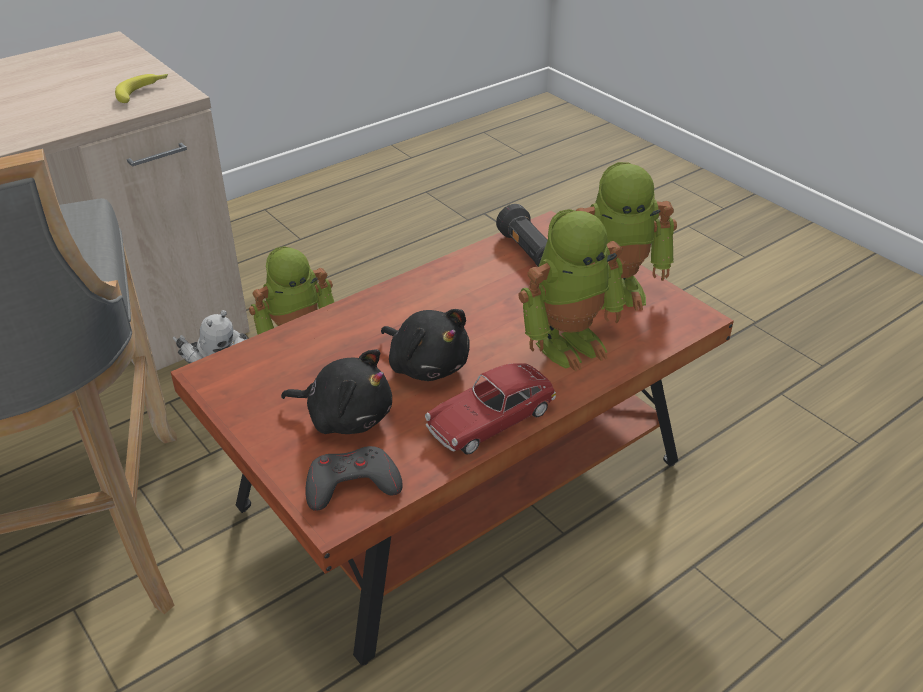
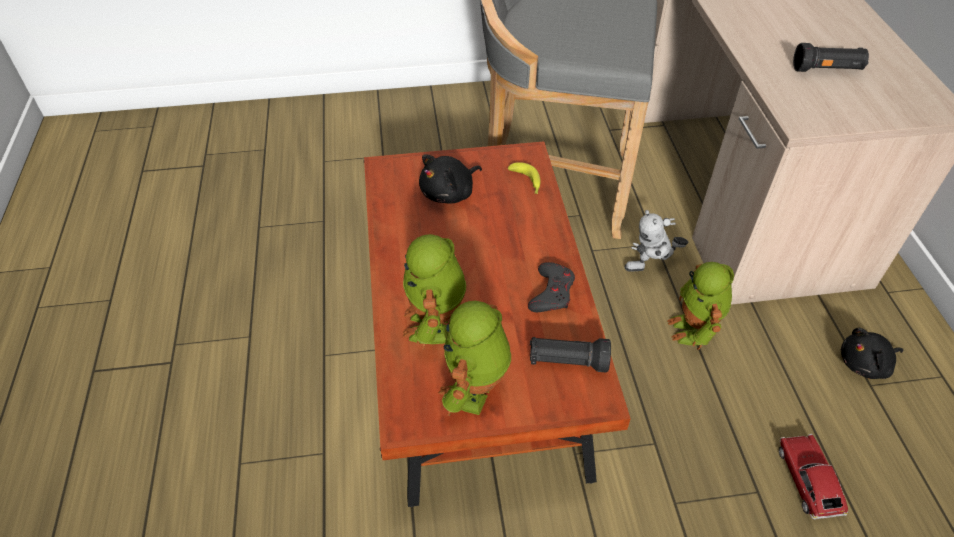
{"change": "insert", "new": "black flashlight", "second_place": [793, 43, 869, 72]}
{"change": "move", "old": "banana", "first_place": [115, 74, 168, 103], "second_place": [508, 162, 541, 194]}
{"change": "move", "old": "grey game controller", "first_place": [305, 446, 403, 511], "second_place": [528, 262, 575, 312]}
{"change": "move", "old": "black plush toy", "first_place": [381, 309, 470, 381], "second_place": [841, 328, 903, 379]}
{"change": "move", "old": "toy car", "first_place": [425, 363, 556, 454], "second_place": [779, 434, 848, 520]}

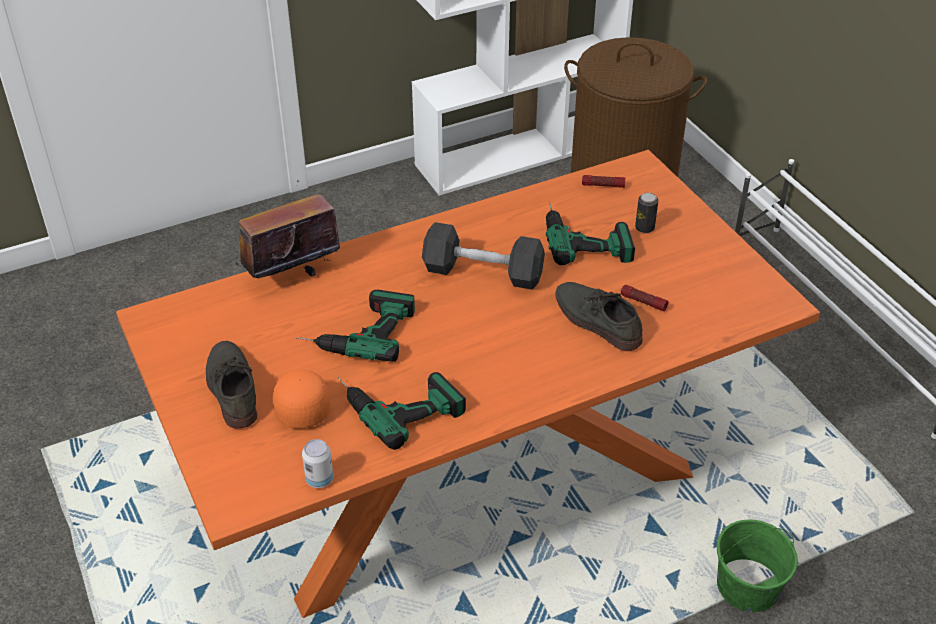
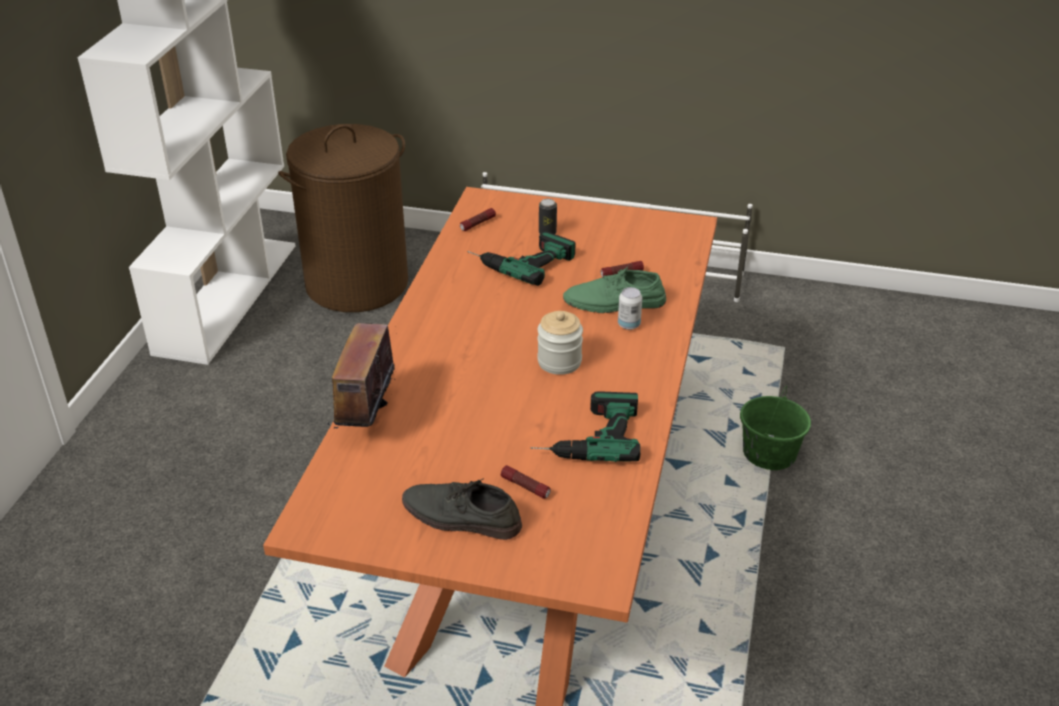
{"change": "delete", "old": "power drill", "first_place": [296, 290, 415, 362]}
{"change": "delete", "old": "grey dumbbell", "first_place": [422, 222, 545, 290]}
{"change": "insert", "new": "jar", "second_place": [537, 311, 583, 375]}
{"change": "move", "old": "can", "first_place": [302, 439, 333, 488], "second_place": [618, 287, 642, 330]}
{"change": "replace", "old": "orange cap", "new": "flashlight", "first_place": [273, 370, 331, 428], "second_place": [501, 465, 551, 499]}
{"change": "recolor", "old": "grey shoe", "new": "green shoe", "first_place": [556, 282, 643, 351], "second_place": [563, 267, 666, 313]}

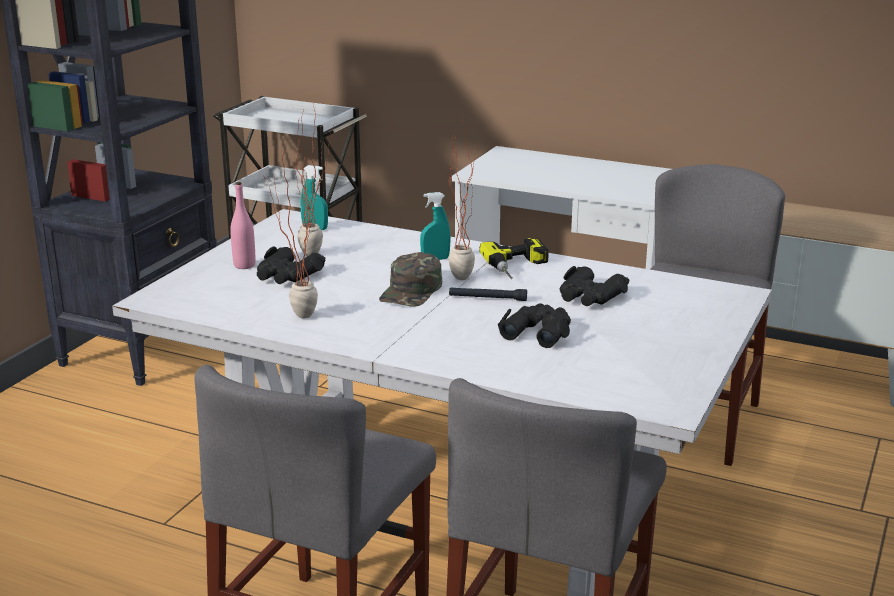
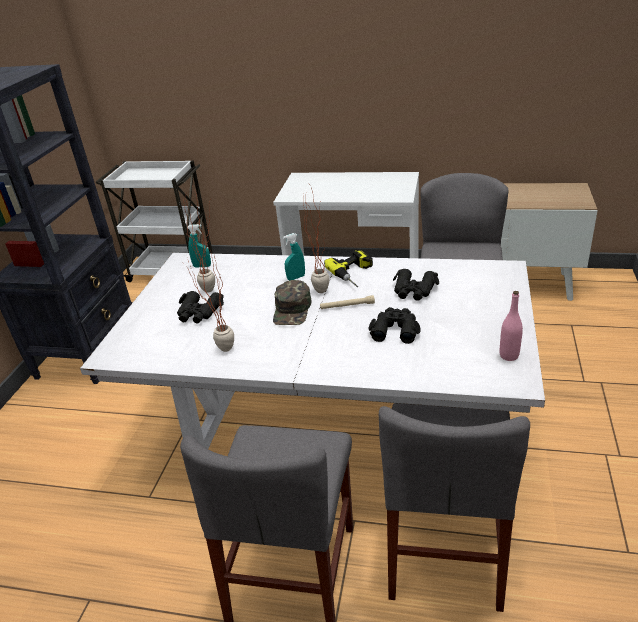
{"change": "move", "old": "pink bottle", "first_place": [230, 182, 256, 269], "second_place": [500, 291, 523, 361]}
{"change": "recolor", "old": "black flashlight", "new": "beige flashlight", "first_place": [449, 288, 527, 301], "second_place": [320, 295, 375, 309]}

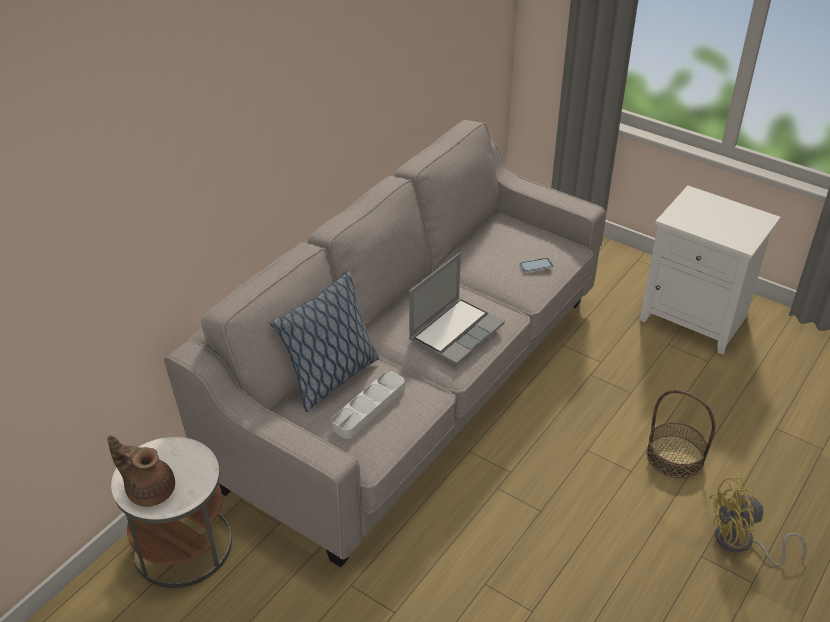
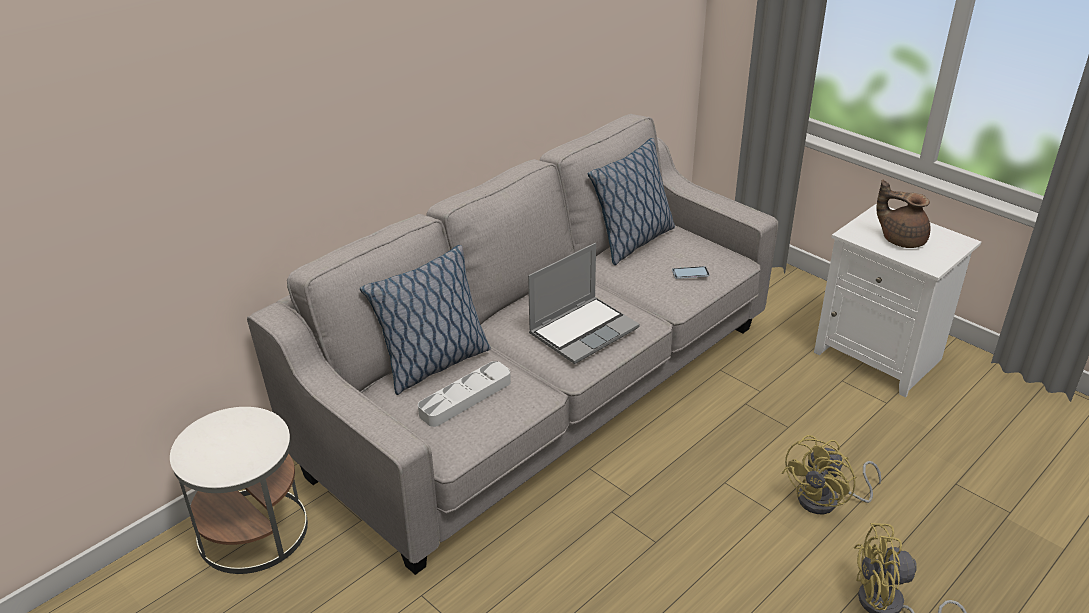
{"change": "insert", "new": "pillow", "second_place": [588, 138, 675, 265]}
{"change": "move", "old": "brown teapot", "first_place": [107, 435, 175, 507], "second_place": [876, 180, 930, 248]}
{"change": "replace", "old": "basket", "new": "yellow fan", "first_place": [646, 390, 715, 478], "second_place": [782, 435, 881, 514]}

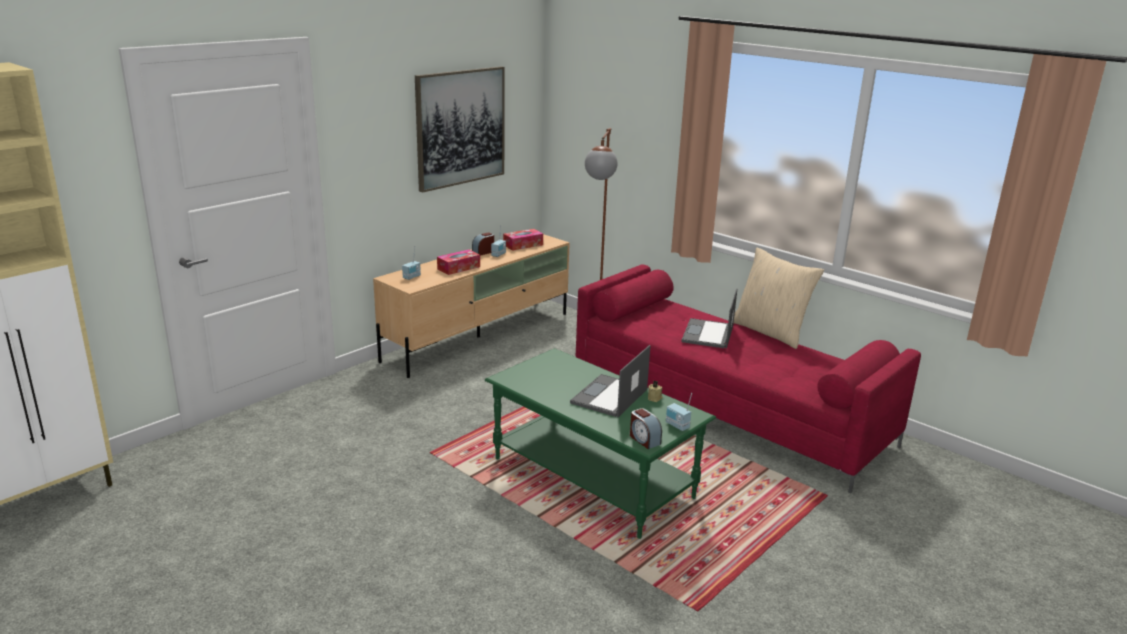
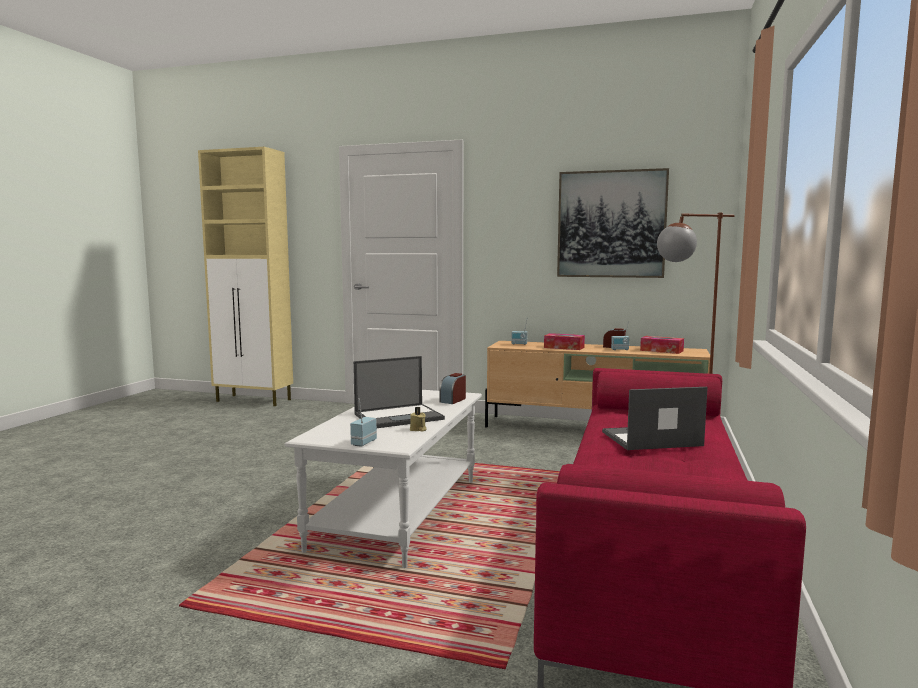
{"change": "delete", "old": "beige pillow", "first_place": [734, 247, 824, 349]}
{"change": "move", "old": "alarm clock", "first_place": [630, 408, 662, 449], "second_place": [439, 373, 466, 404]}
{"change": "recolor", "old": "green coffee table", "new": "white coffee table", "first_place": [485, 348, 716, 539], "second_place": [285, 390, 482, 568]}
{"change": "rotate", "old": "laptop", "first_place": [570, 345, 650, 418], "second_place": [353, 356, 445, 428], "degrees": 150}

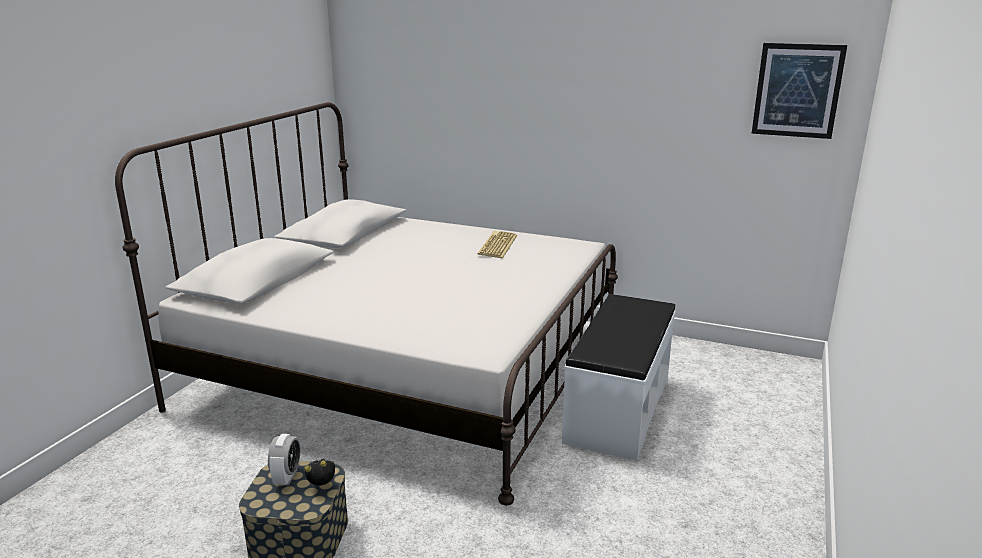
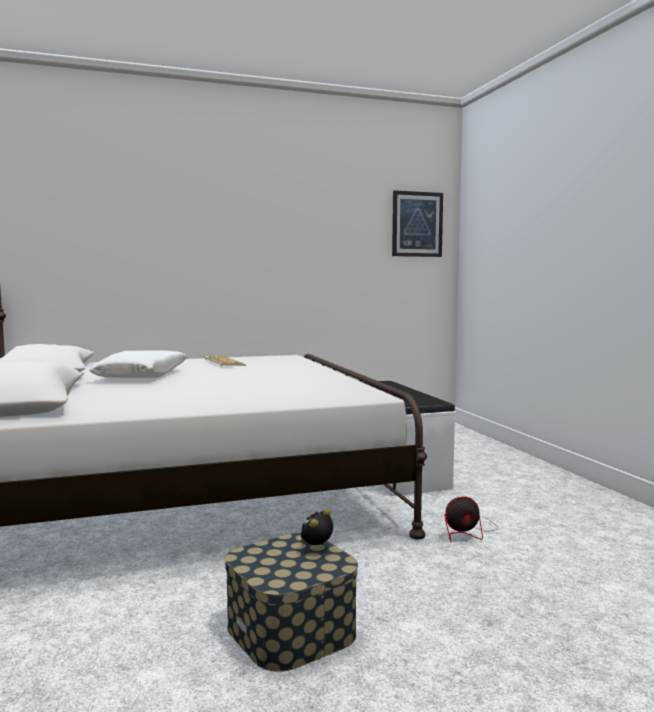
{"change": "delete", "old": "alarm clock", "first_place": [268, 434, 300, 486]}
{"change": "insert", "new": "white pillow", "second_place": [89, 350, 188, 378]}
{"change": "insert", "new": "fan", "second_place": [444, 497, 498, 543]}

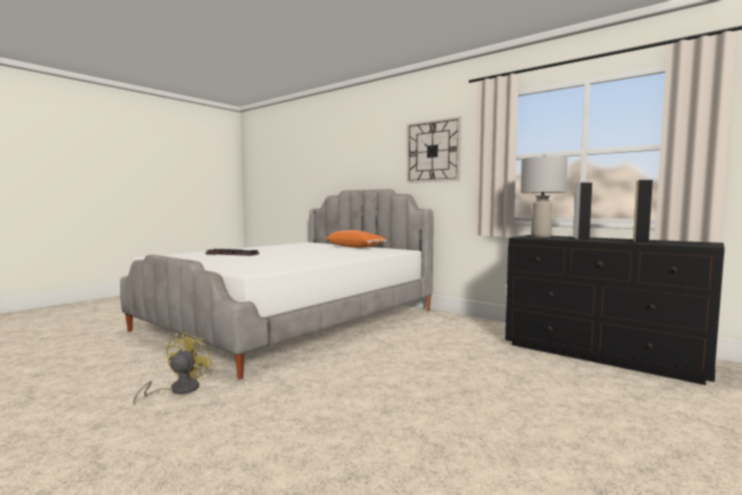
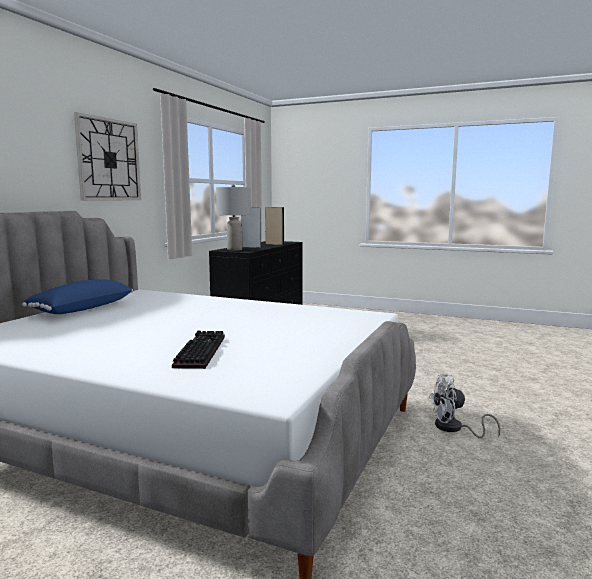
{"change": "recolor", "old": "yellow fan", "new": "white fan", "first_place": [133, 331, 212, 405], "second_place": [429, 374, 500, 438]}
{"change": "recolor", "old": "orange pillow", "new": "blue pillow", "first_place": [326, 230, 386, 248], "second_place": [22, 280, 133, 314]}

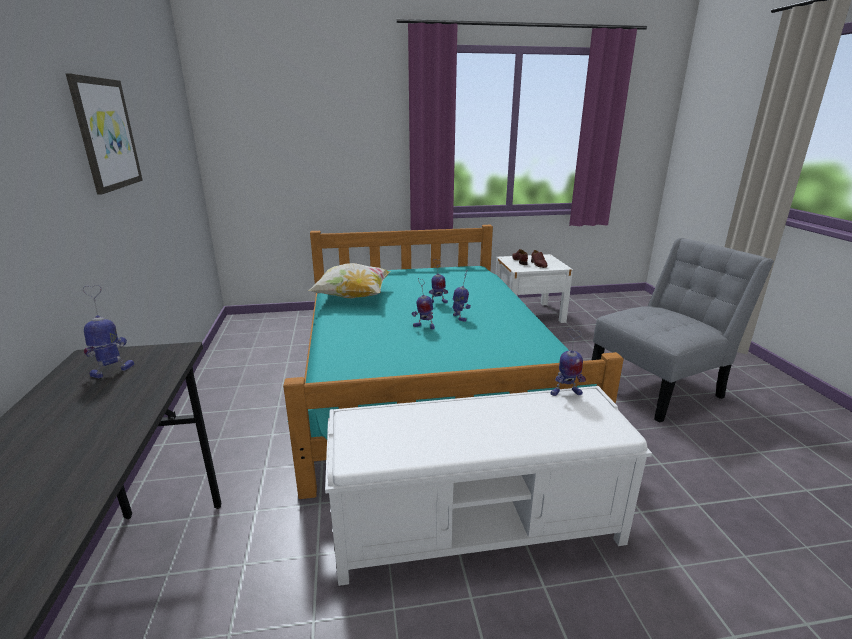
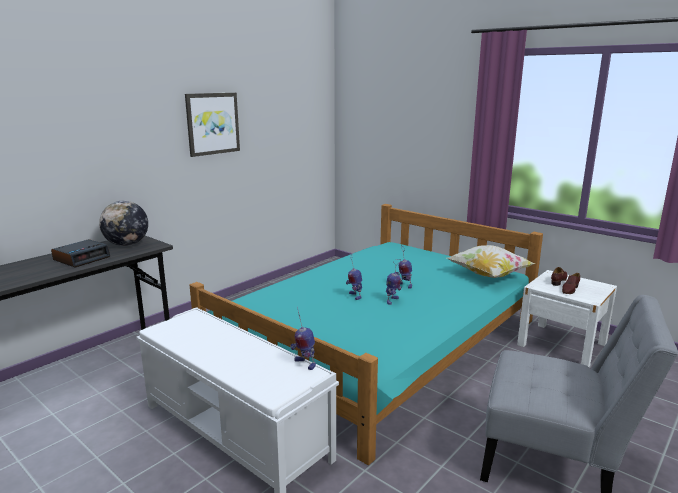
{"change": "insert", "new": "alarm clock", "second_place": [51, 239, 110, 268]}
{"change": "move", "old": "pillow", "first_place": [308, 263, 391, 299], "second_place": [447, 245, 535, 278]}
{"change": "replace", "old": "toy robot", "new": "globe", "first_place": [83, 285, 134, 378], "second_place": [99, 201, 148, 246]}

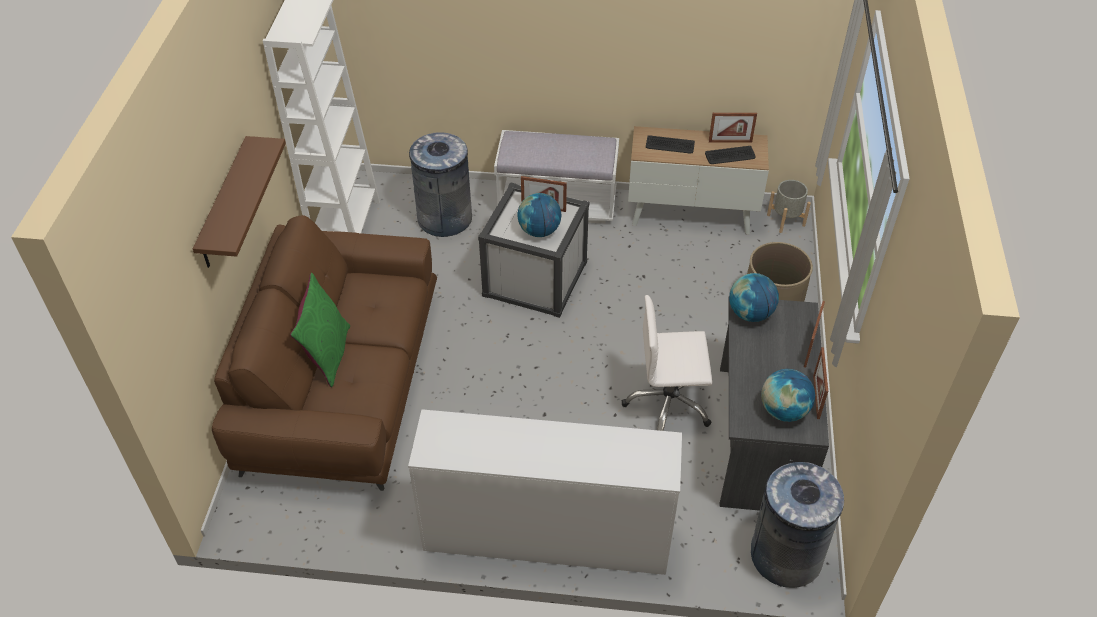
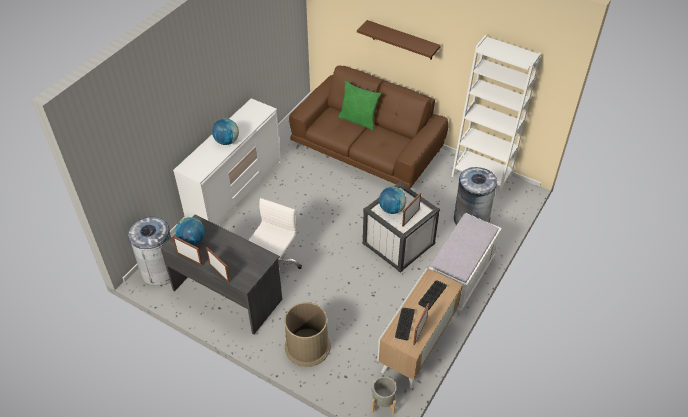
{"change": "move", "old": "globe", "first_place": [729, 273, 779, 322], "second_place": [212, 118, 239, 145]}

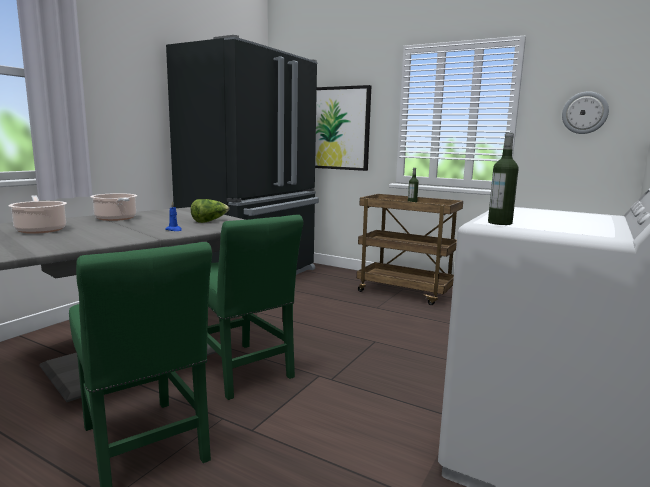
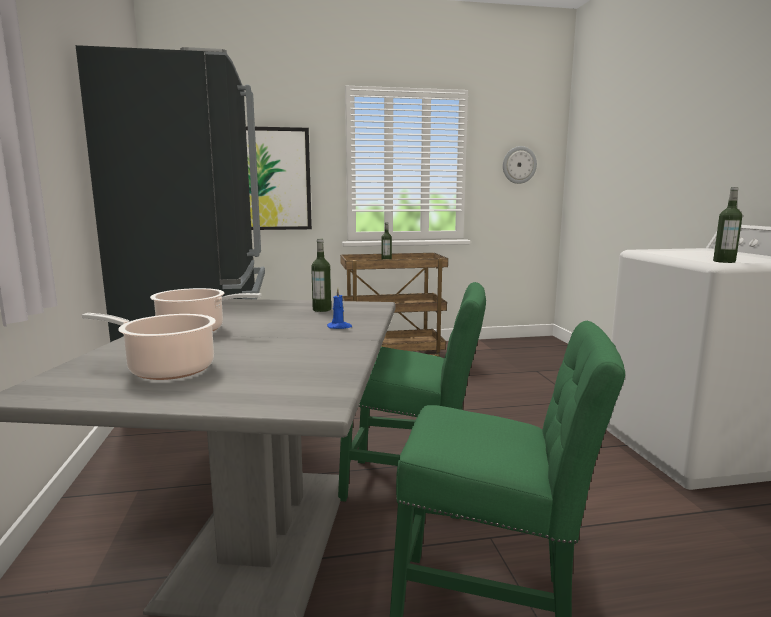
{"change": "replace", "old": "lettuce", "new": "bottle", "first_place": [191, 199, 229, 223], "second_place": [311, 239, 331, 312]}

